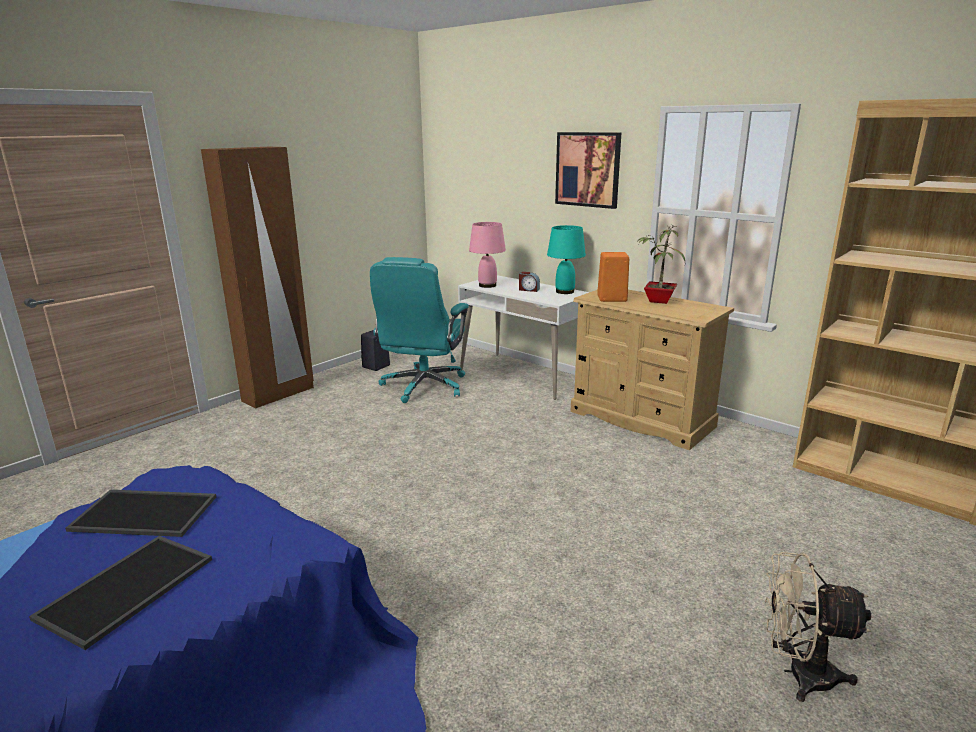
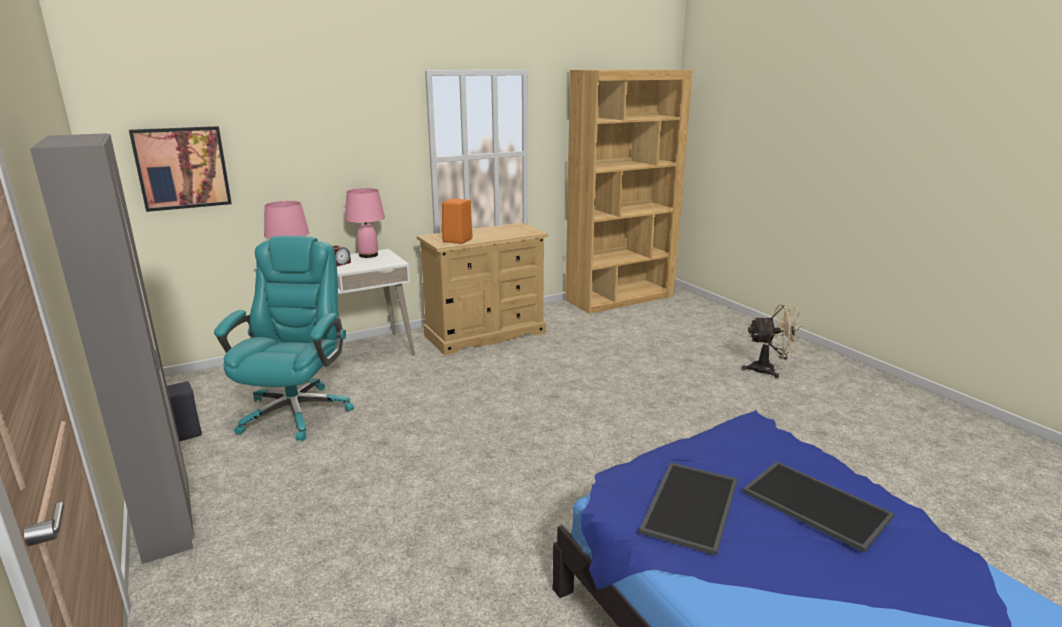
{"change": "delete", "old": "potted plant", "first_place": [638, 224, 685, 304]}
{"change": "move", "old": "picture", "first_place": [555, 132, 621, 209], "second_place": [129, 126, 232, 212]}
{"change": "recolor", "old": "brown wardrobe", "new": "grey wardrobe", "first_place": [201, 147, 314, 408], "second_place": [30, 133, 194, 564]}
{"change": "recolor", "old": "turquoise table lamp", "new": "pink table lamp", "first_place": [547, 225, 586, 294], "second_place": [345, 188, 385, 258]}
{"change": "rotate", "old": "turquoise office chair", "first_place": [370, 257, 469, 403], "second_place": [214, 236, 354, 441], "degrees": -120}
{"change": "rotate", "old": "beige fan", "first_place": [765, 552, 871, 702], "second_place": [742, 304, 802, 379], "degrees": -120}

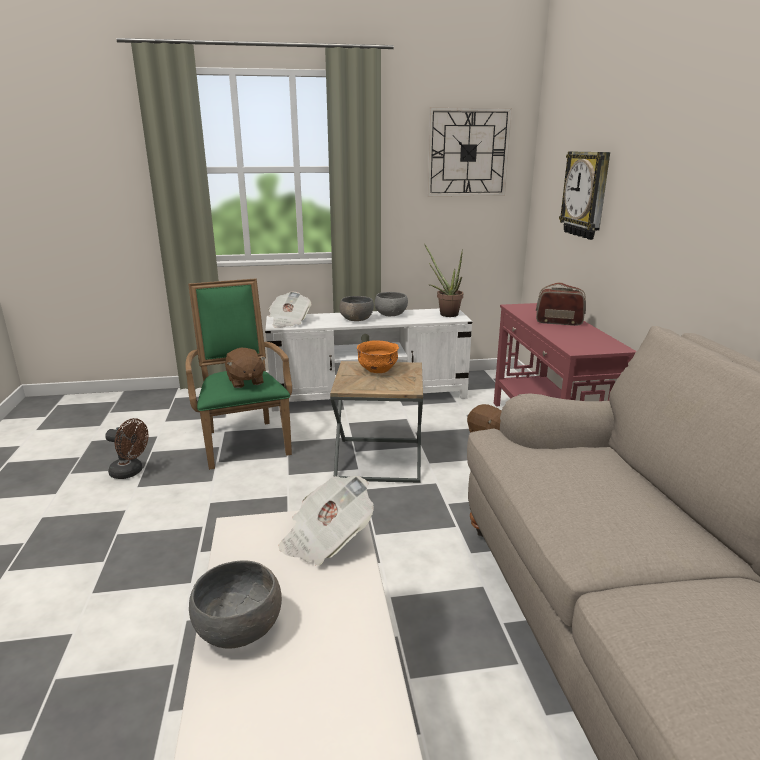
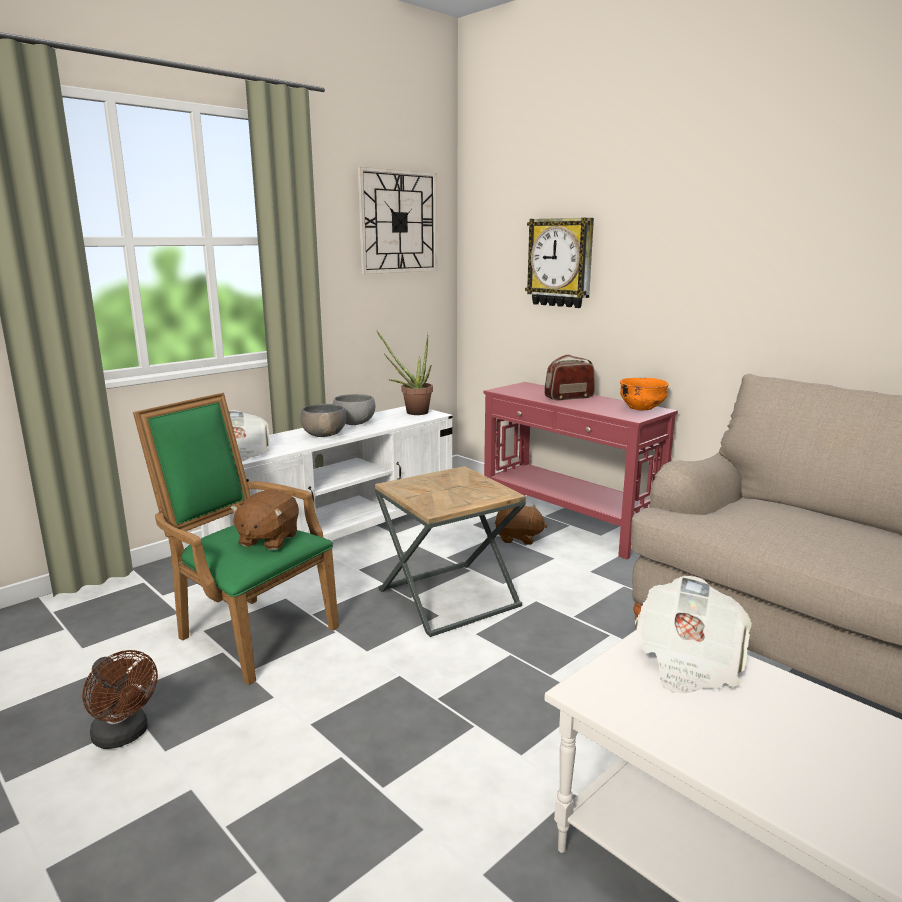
{"change": "delete", "old": "grey bowl", "first_place": [189, 560, 282, 649]}
{"change": "move", "old": "orange bowl", "first_place": [357, 340, 399, 373], "second_place": [620, 378, 669, 410]}
{"change": "rotate", "old": "brown fan", "first_place": [105, 418, 148, 479], "second_place": [82, 650, 158, 749], "degrees": 60}
{"change": "rotate", "old": "brown plush toy", "first_place": [225, 348, 266, 388], "second_place": [230, 489, 299, 550], "degrees": 75}

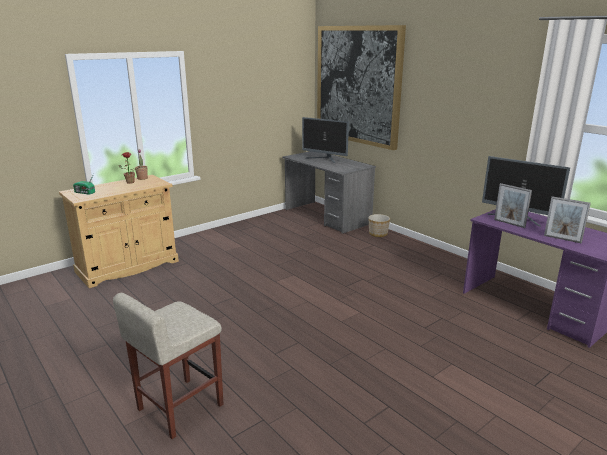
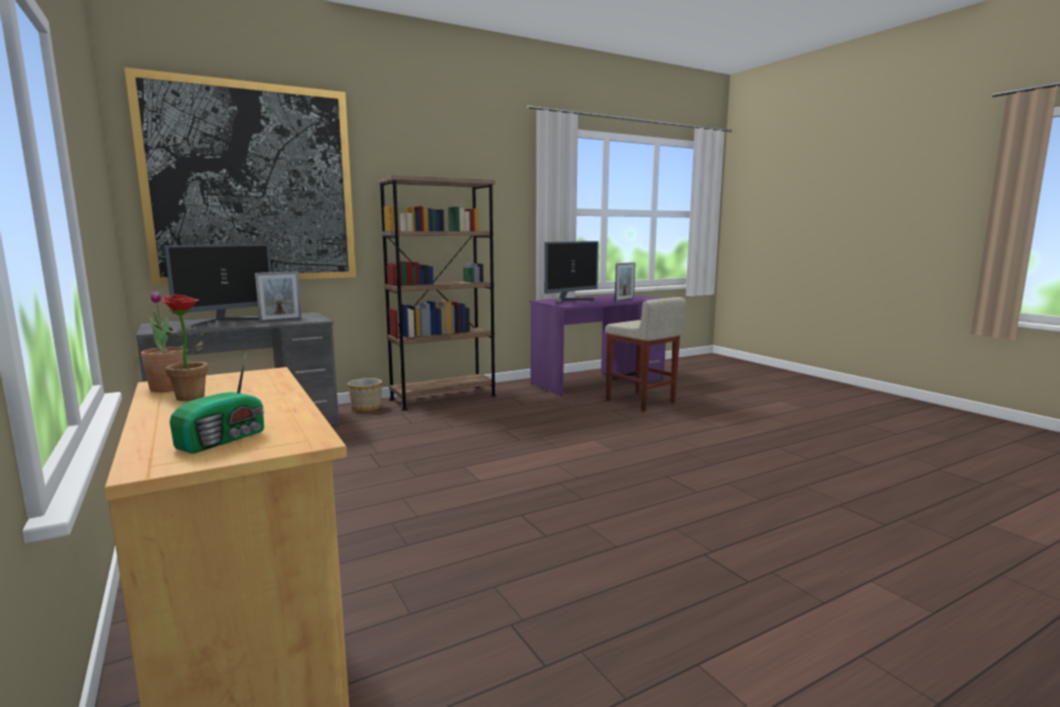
{"change": "insert", "new": "brown bookcase", "second_place": [377, 175, 496, 410]}
{"change": "move", "old": "beige stool", "first_place": [113, 293, 223, 439], "second_place": [605, 297, 686, 412]}
{"change": "move", "old": "picture frame", "first_place": [494, 183, 532, 228], "second_place": [255, 271, 302, 322]}

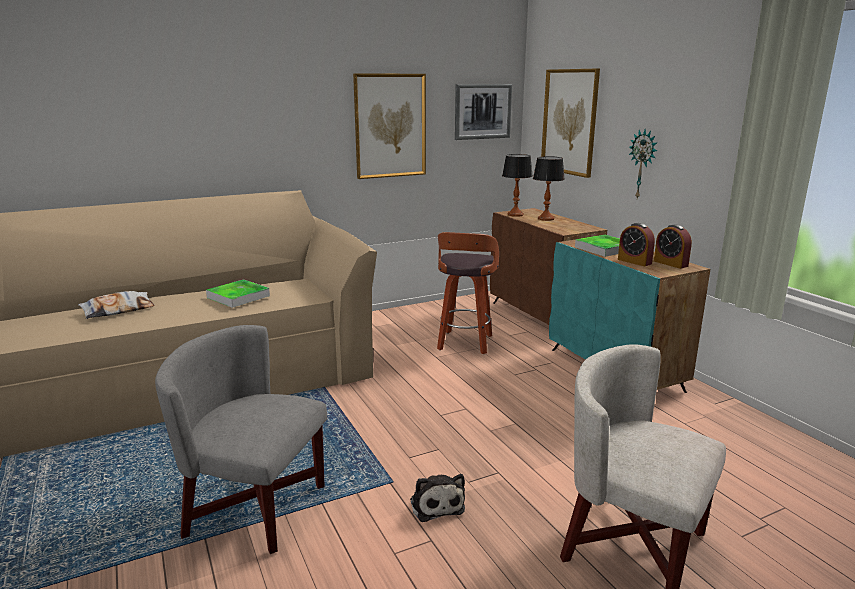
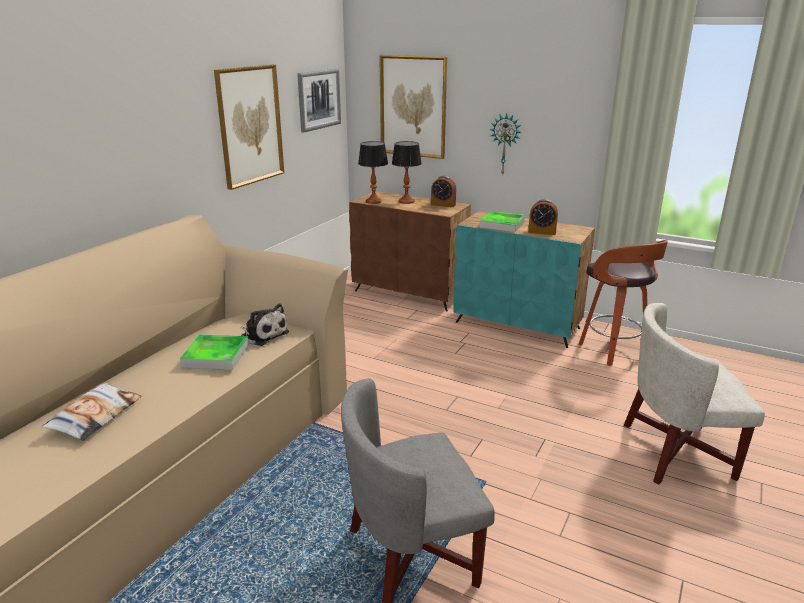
{"change": "move", "old": "plush toy", "first_place": [410, 474, 465, 522], "second_place": [240, 304, 289, 346]}
{"change": "move", "old": "stool", "first_place": [437, 232, 499, 354], "second_place": [578, 240, 668, 366]}
{"change": "move", "old": "alarm clock", "first_place": [654, 224, 692, 269], "second_place": [431, 176, 456, 207]}

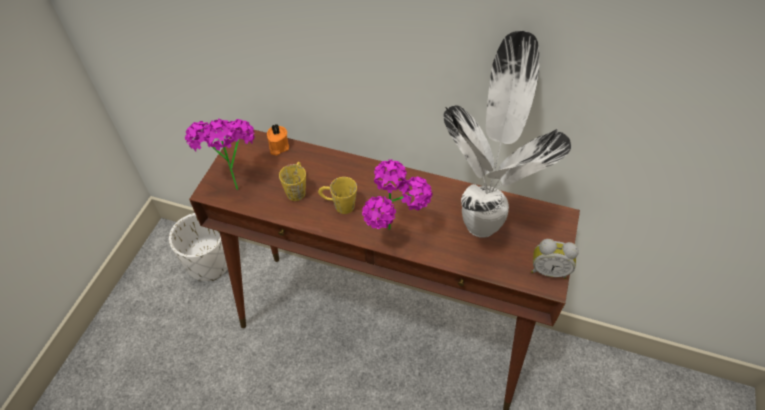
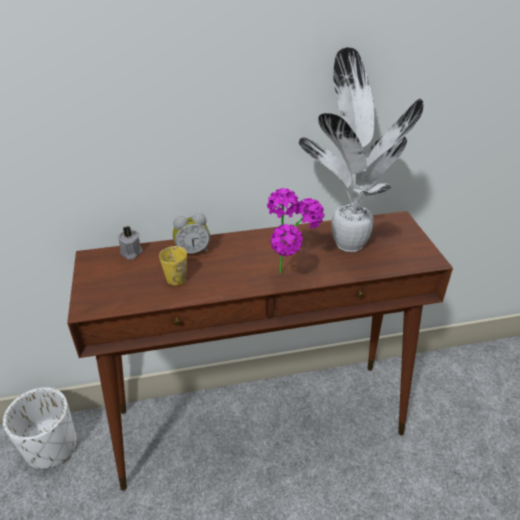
{"change": "delete", "old": "potted plant", "first_place": [185, 119, 255, 190]}
{"change": "delete", "old": "yellow mug", "first_place": [318, 177, 357, 214]}
{"change": "move", "old": "alarm clock", "first_place": [531, 239, 579, 279], "second_place": [173, 213, 210, 254]}
{"change": "recolor", "old": "orange candle", "new": "grey candle", "first_place": [267, 124, 289, 155], "second_place": [118, 226, 143, 260]}

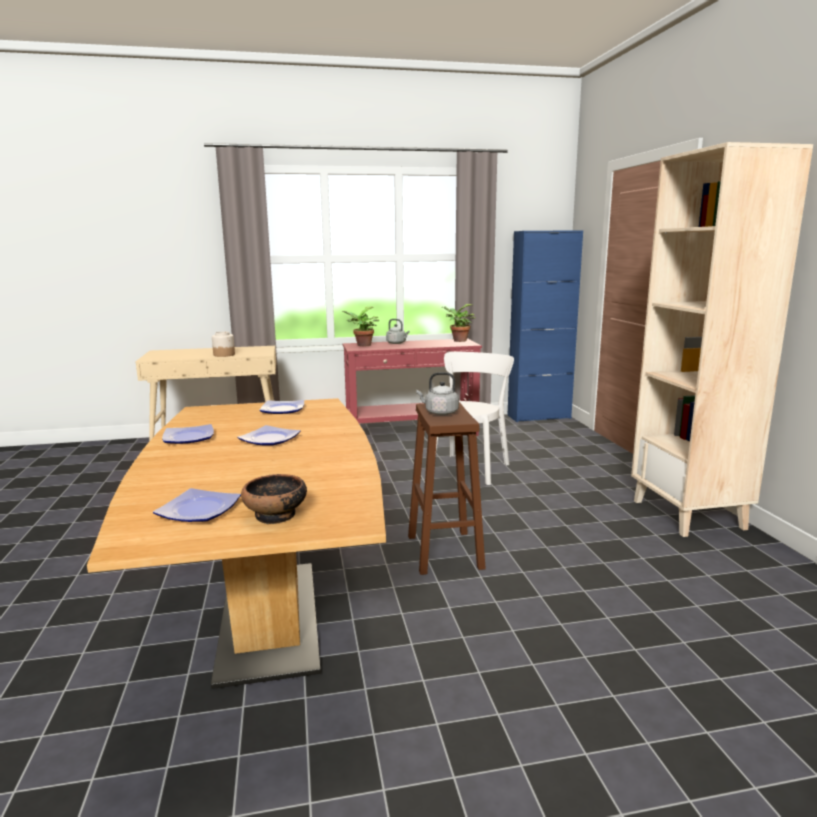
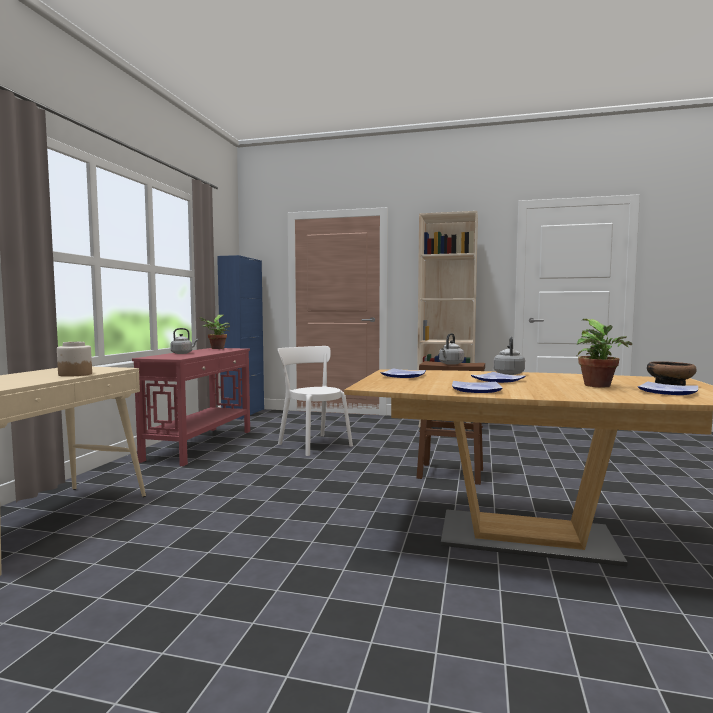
{"change": "insert", "new": "grey kettle", "second_place": [493, 337, 525, 375]}
{"change": "move", "old": "potted plant", "first_place": [342, 307, 379, 346], "second_place": [577, 319, 632, 387]}

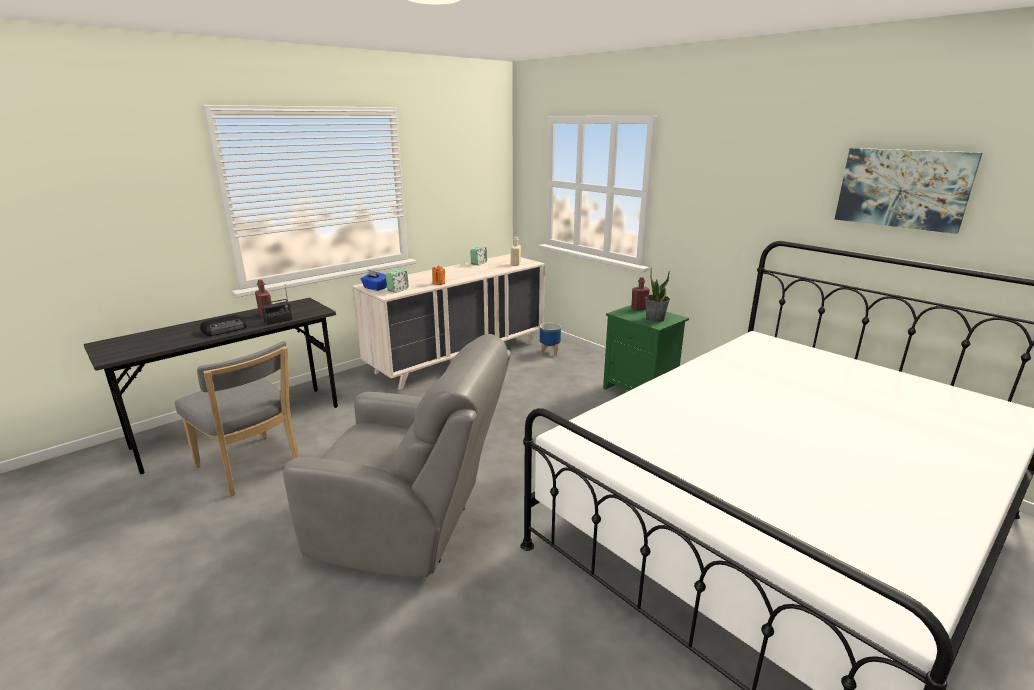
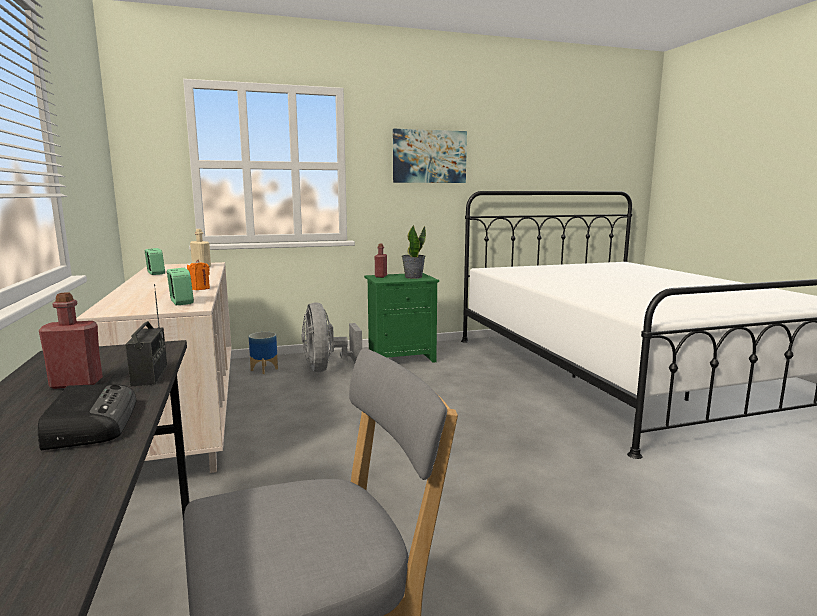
{"change": "delete", "old": "grey armchair", "first_place": [283, 334, 511, 578]}
{"change": "delete", "old": "blue tissue box", "first_place": [361, 270, 387, 291]}
{"change": "insert", "new": "grey fan", "second_place": [302, 302, 362, 372]}
{"change": "move", "old": "picture", "first_place": [835, 148, 983, 234], "second_place": [393, 129, 467, 183]}

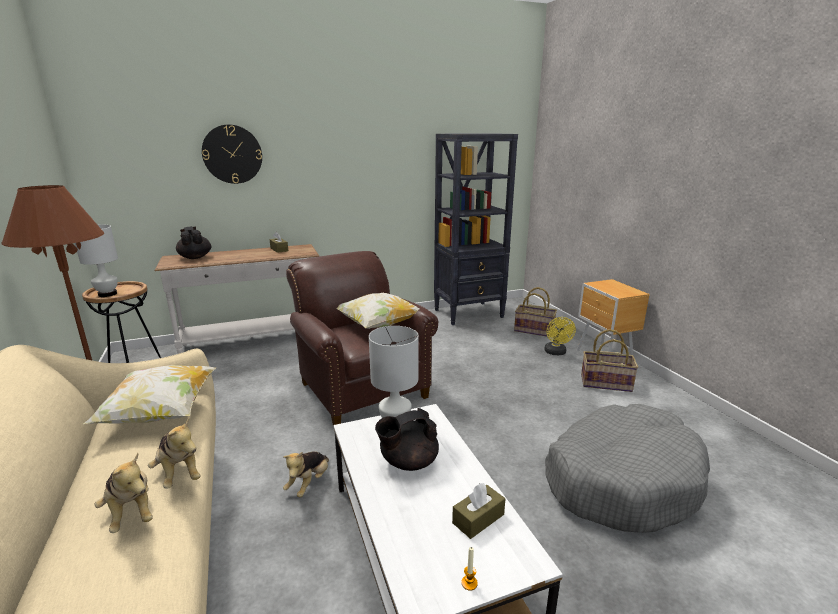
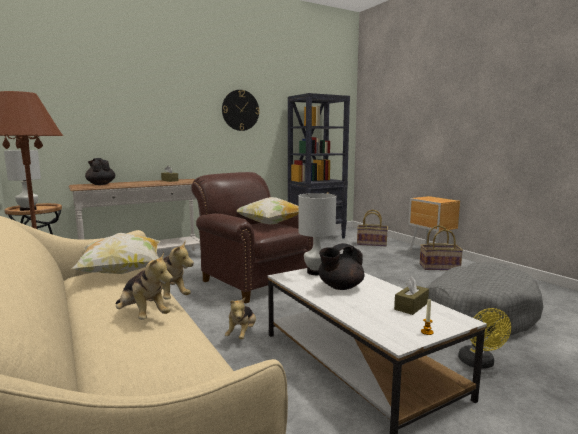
{"change": "move", "old": "wall clock", "first_place": [202, 125, 262, 184], "second_place": [222, 90, 260, 131]}
{"change": "move", "old": "yellow fan", "first_place": [544, 317, 576, 355], "second_place": [458, 308, 511, 369]}

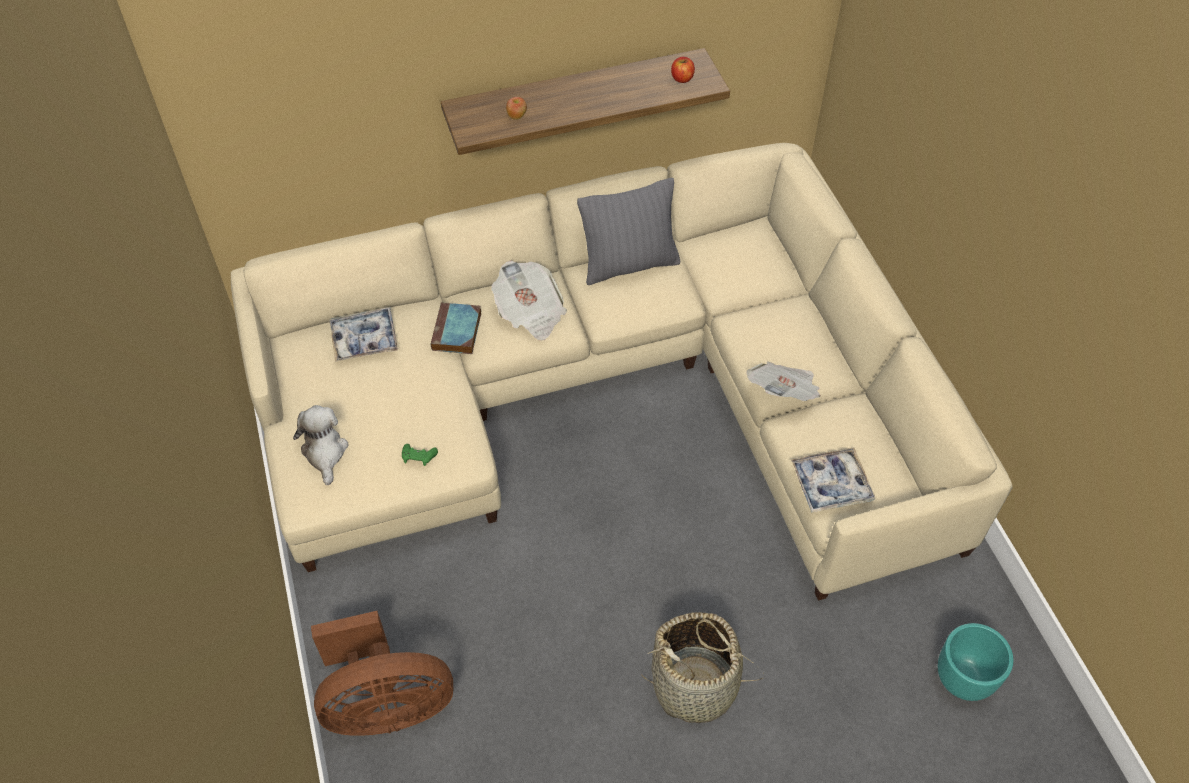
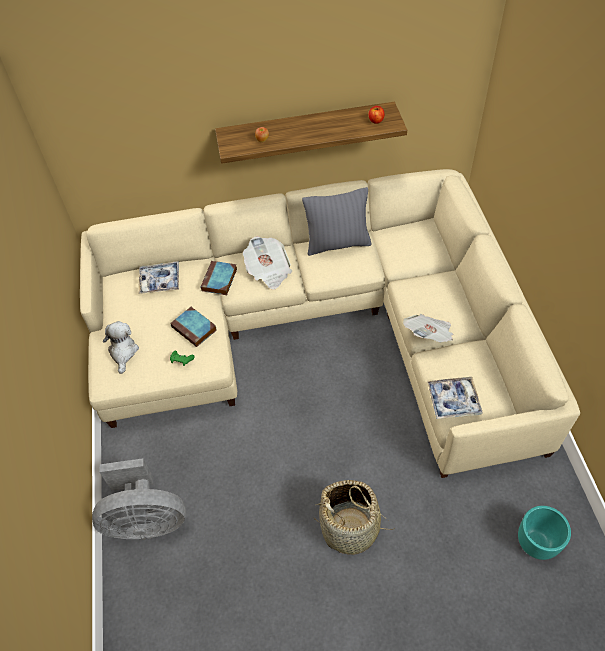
{"change": "insert", "new": "book", "second_place": [170, 307, 217, 347]}
{"change": "recolor", "old": "brown fan", "new": "grey fan", "first_place": [311, 611, 453, 736], "second_place": [92, 458, 186, 540]}

